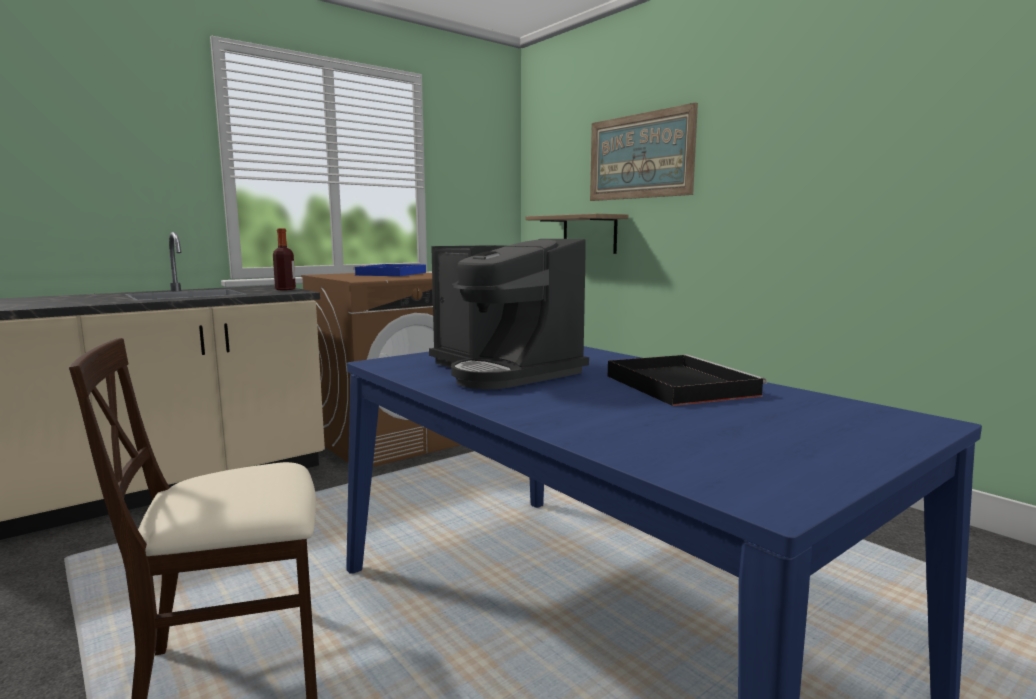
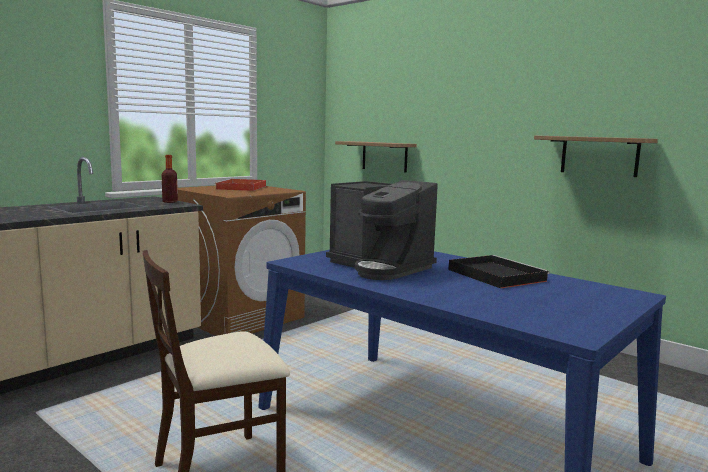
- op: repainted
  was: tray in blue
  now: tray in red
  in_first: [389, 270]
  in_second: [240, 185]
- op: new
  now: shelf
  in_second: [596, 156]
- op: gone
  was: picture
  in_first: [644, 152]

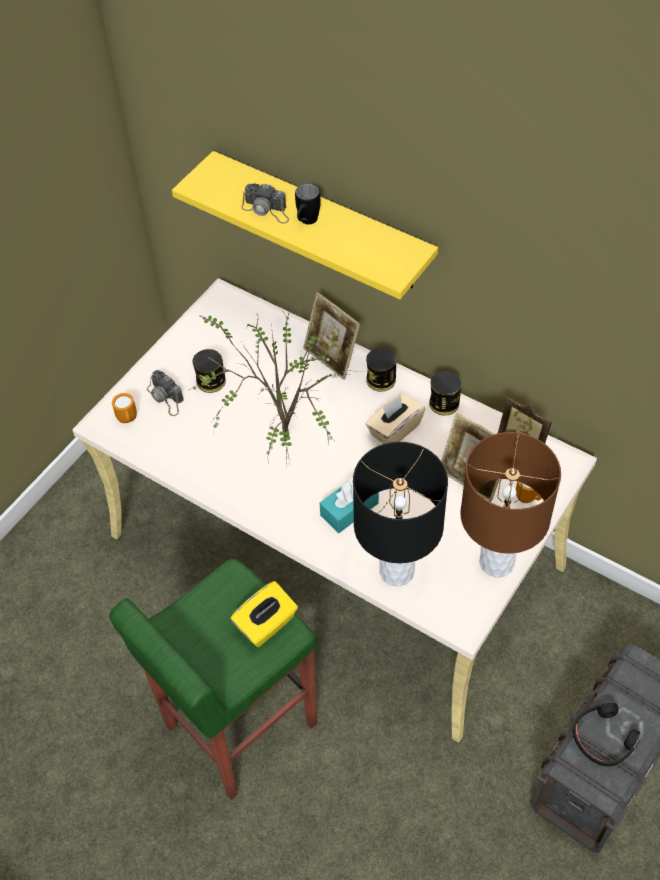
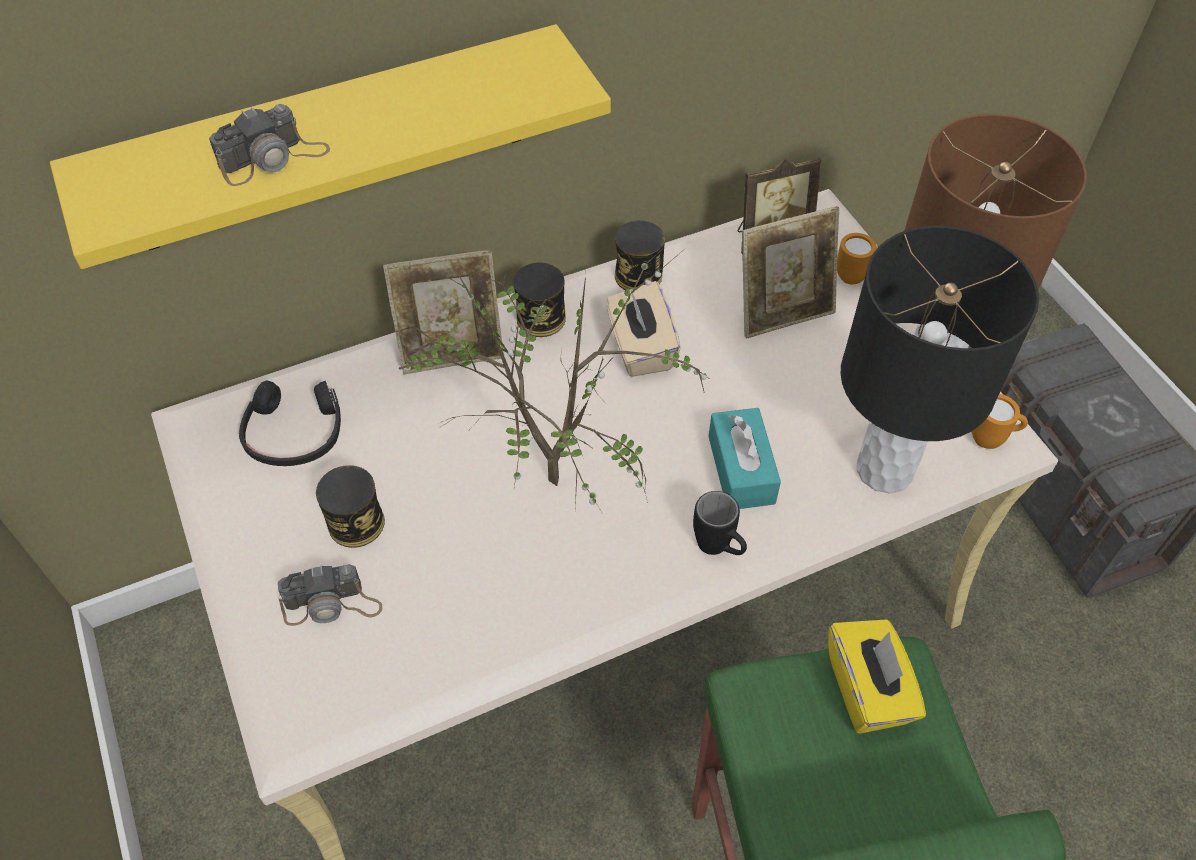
- op: shifted
  was: headphones in black
  in_first: [607, 734]
  in_second: [290, 423]
- op: shifted
  was: mug in black
  in_first: [308, 204]
  in_second: [720, 523]
- op: shifted
  was: mug in orange
  in_first: [124, 408]
  in_second: [1000, 421]

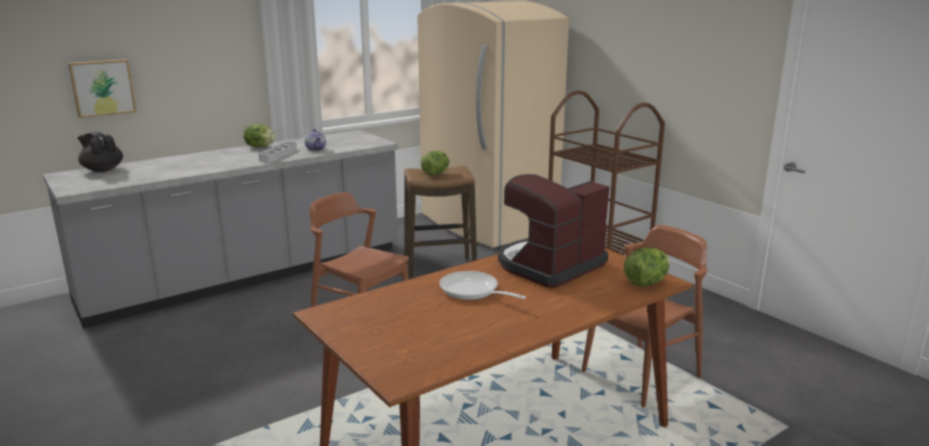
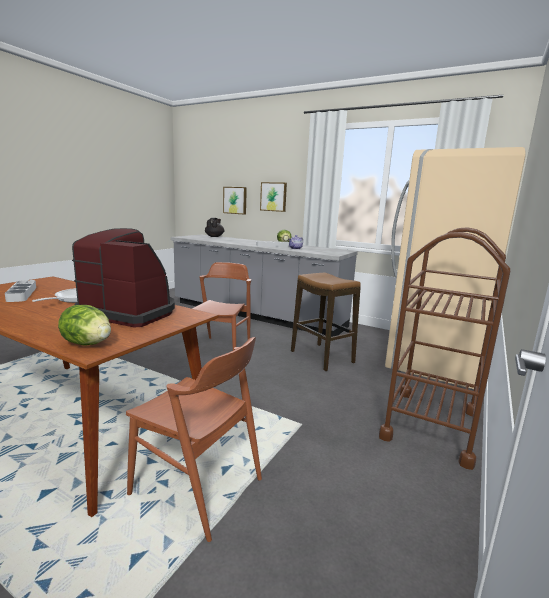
- op: new
  now: tray in grey
  in_second: [20, 291]
- op: new
  now: picture
  in_second: [273, 197]
- op: gone
  was: lettuce
  in_first: [434, 163]

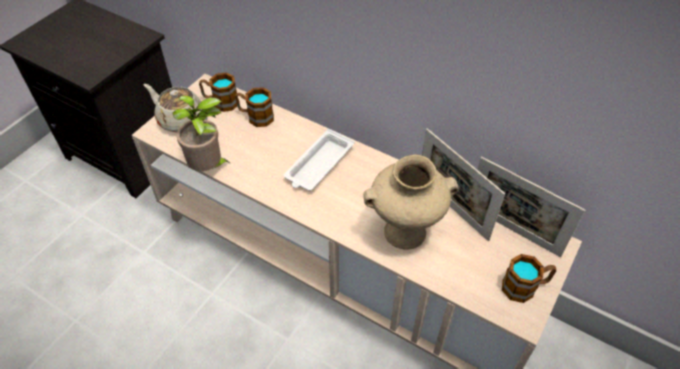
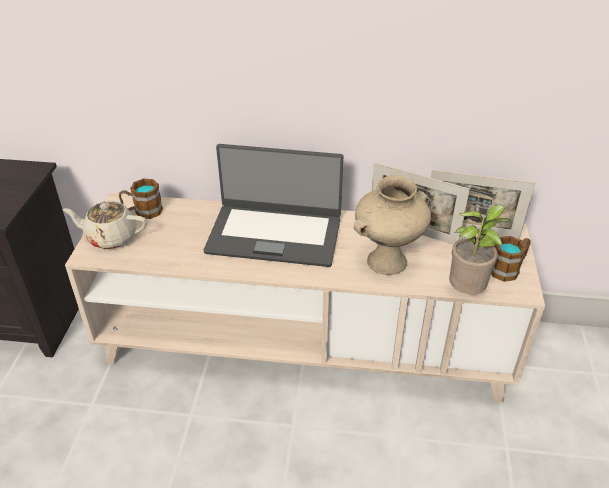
- op: swapped
  was: tray in white
  now: laptop
  in_first: [319, 160]
  in_second: [273, 205]
- op: shifted
  was: potted plant
  in_first: [202, 133]
  in_second: [480, 249]
- op: gone
  was: mug
  in_first: [254, 107]

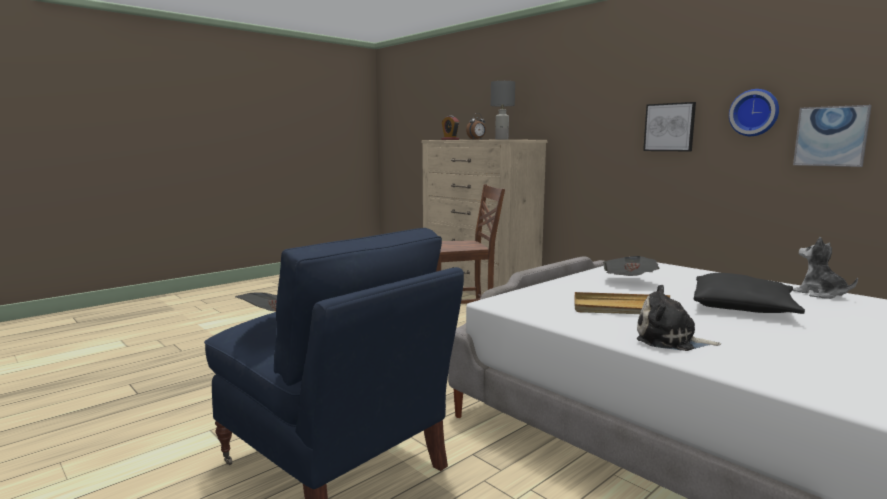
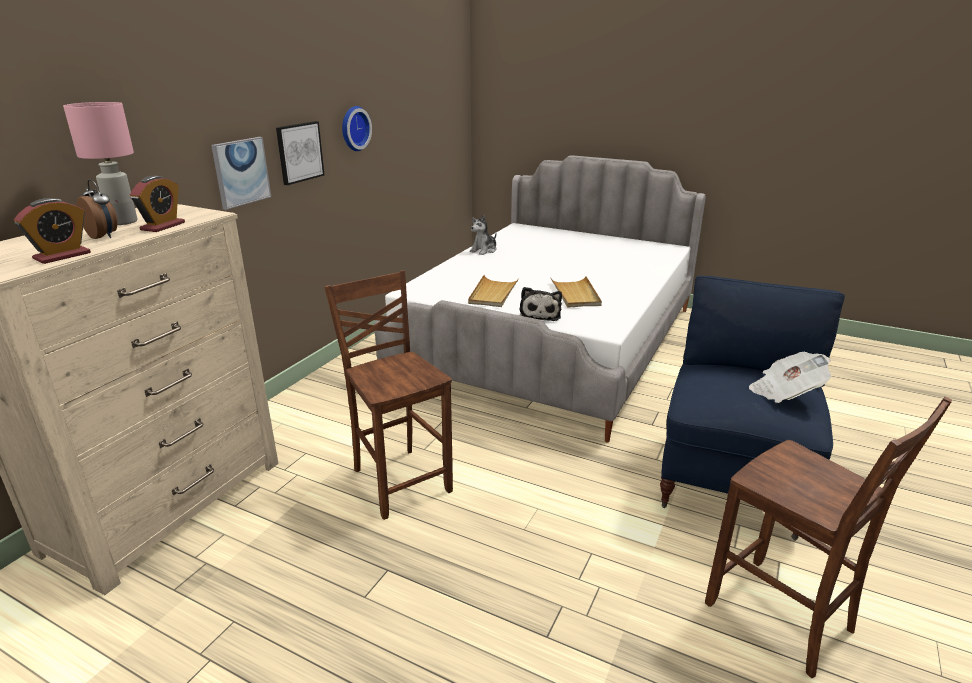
- op: repainted
  was: table lamp in grey
  now: table lamp in pink
  in_first: [503, 110]
  in_second: [100, 163]
- op: new
  now: alarm clock
  in_second: [157, 204]
- op: shifted
  was: picture
  in_first: [832, 136]
  in_second: [241, 173]
- op: swapped
  was: newspaper
  now: tray in beige
  in_first: [631, 266]
  in_second: [493, 291]
- op: shifted
  was: plush toy
  in_first: [679, 318]
  in_second: [541, 304]
- op: new
  now: chair in brown
  in_second: [828, 537]
- op: gone
  was: pillow in black
  in_first: [749, 293]

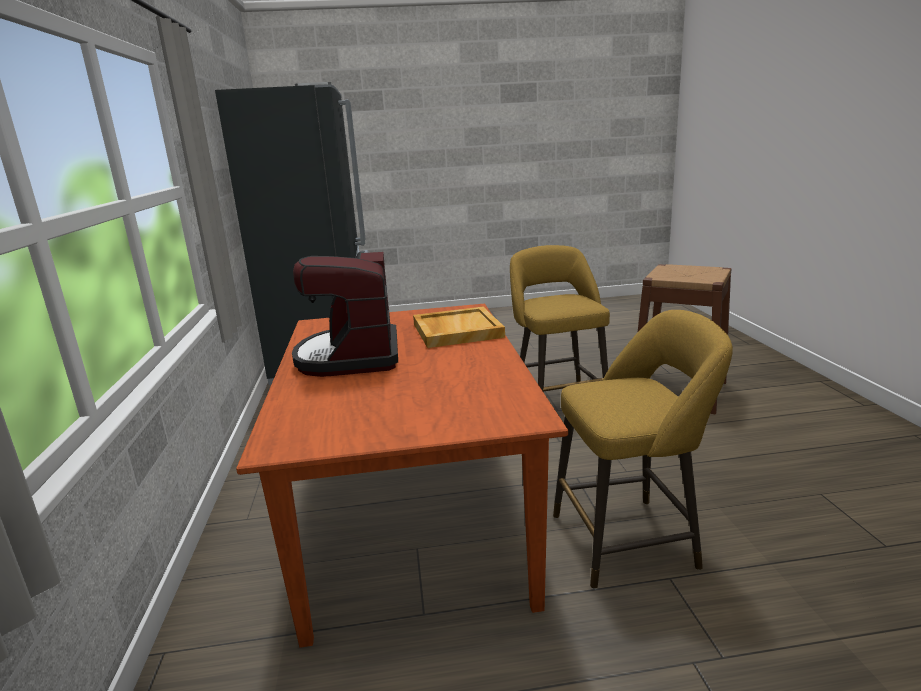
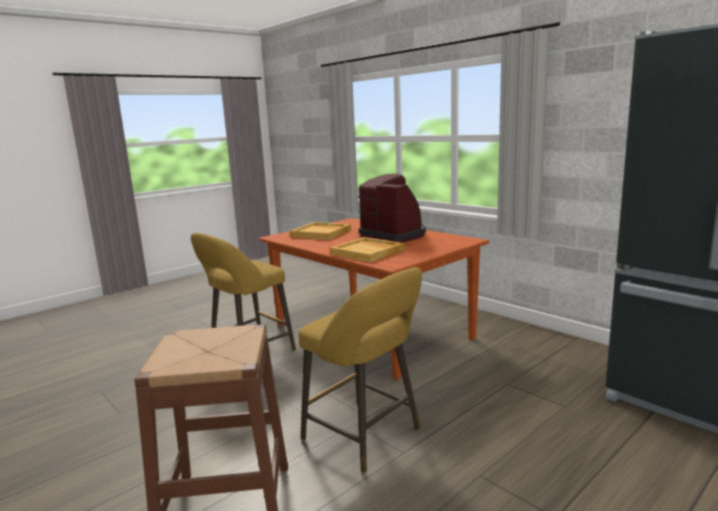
- op: new
  now: tray in beige
  in_second: [320, 231]

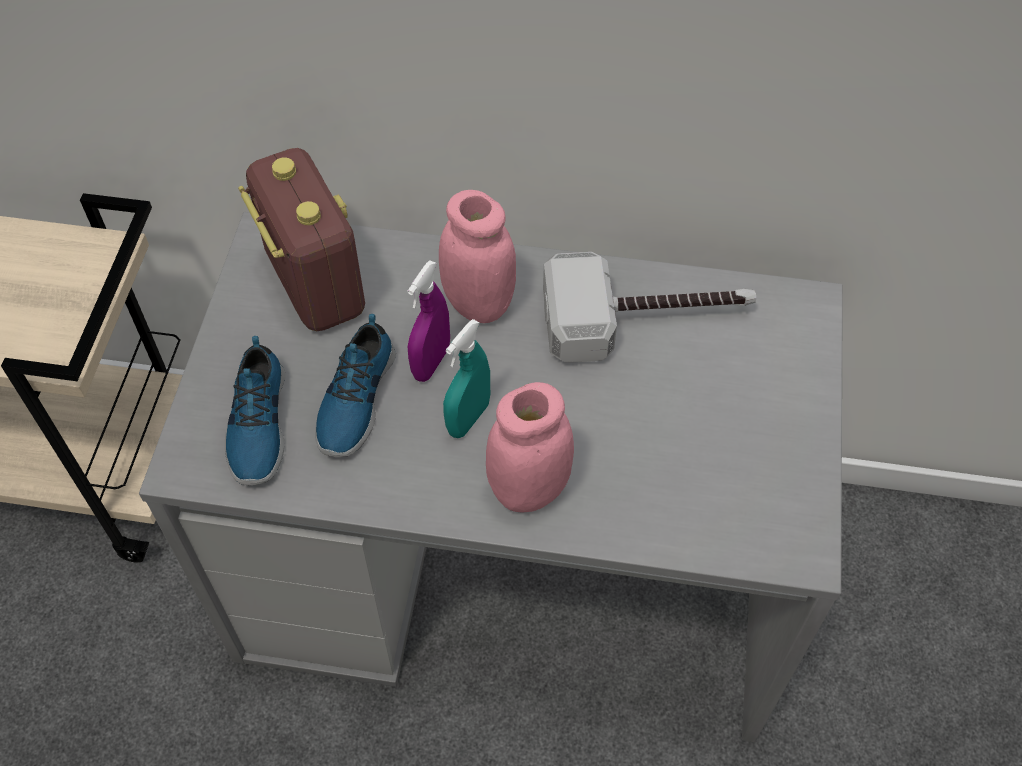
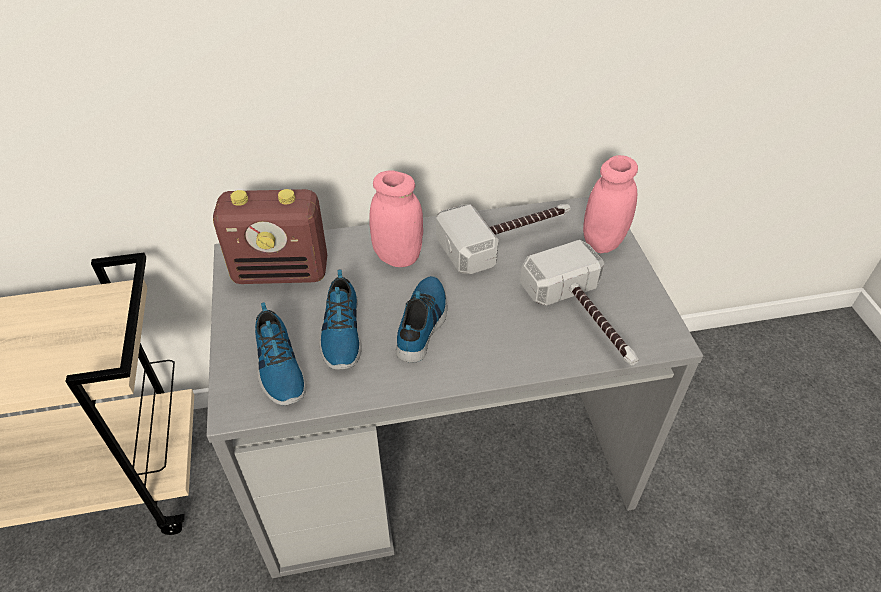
- op: rotated
  was: radio
  in_first: [301, 239]
  in_second: [270, 236]
  clockwise: 135
- op: swapped
  was: spray bottle in turquoise
  now: shoe
  in_first: [466, 378]
  in_second: [421, 319]
- op: new
  now: hammer
  in_second: [579, 302]
- op: shifted
  was: jar in pink
  in_first: [530, 447]
  in_second: [610, 204]
- op: gone
  was: spray bottle in purple
  in_first: [428, 321]

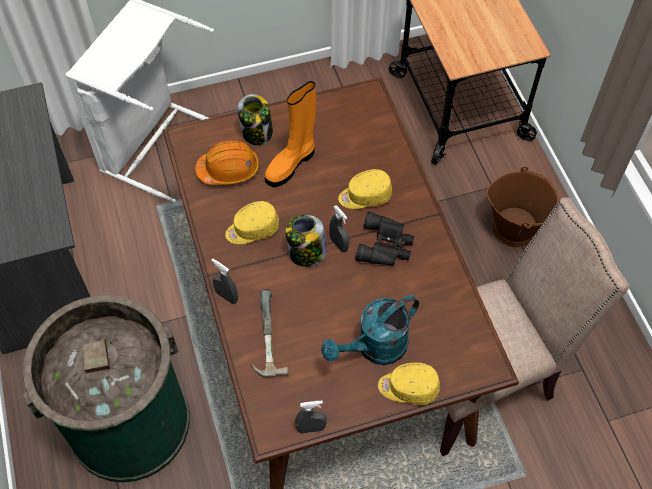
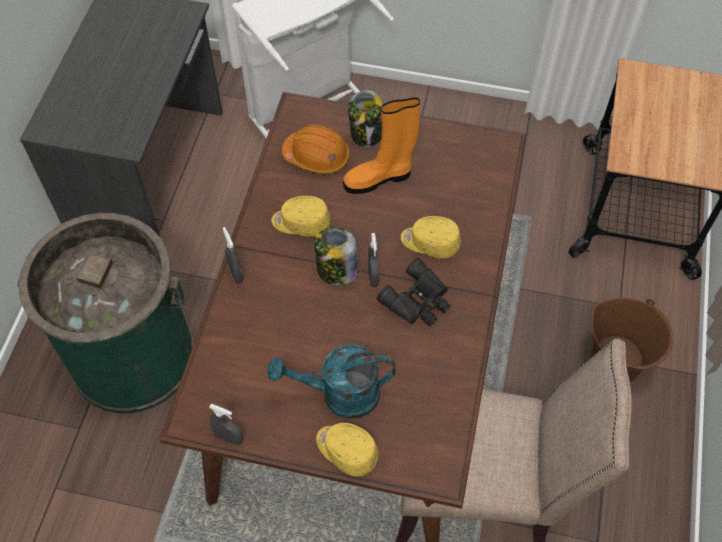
- op: gone
  was: hammer
  in_first: [270, 333]

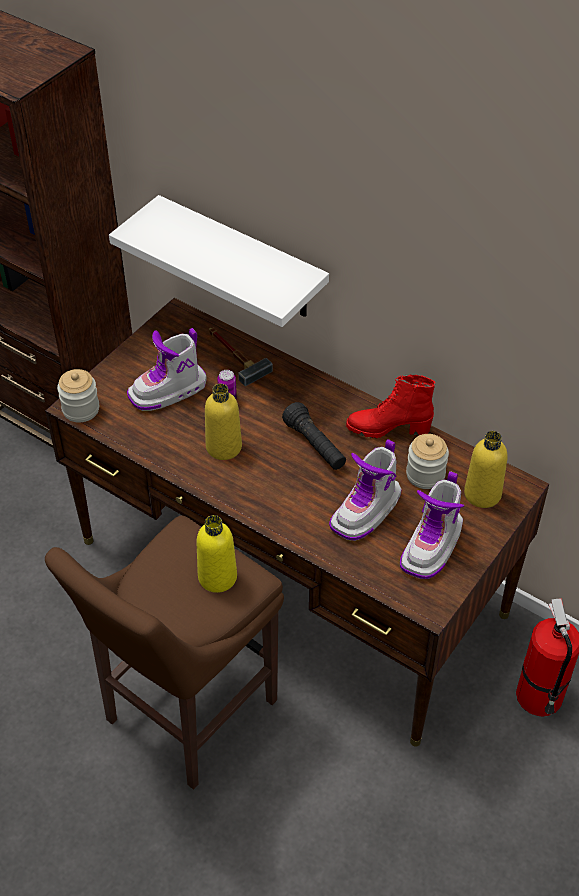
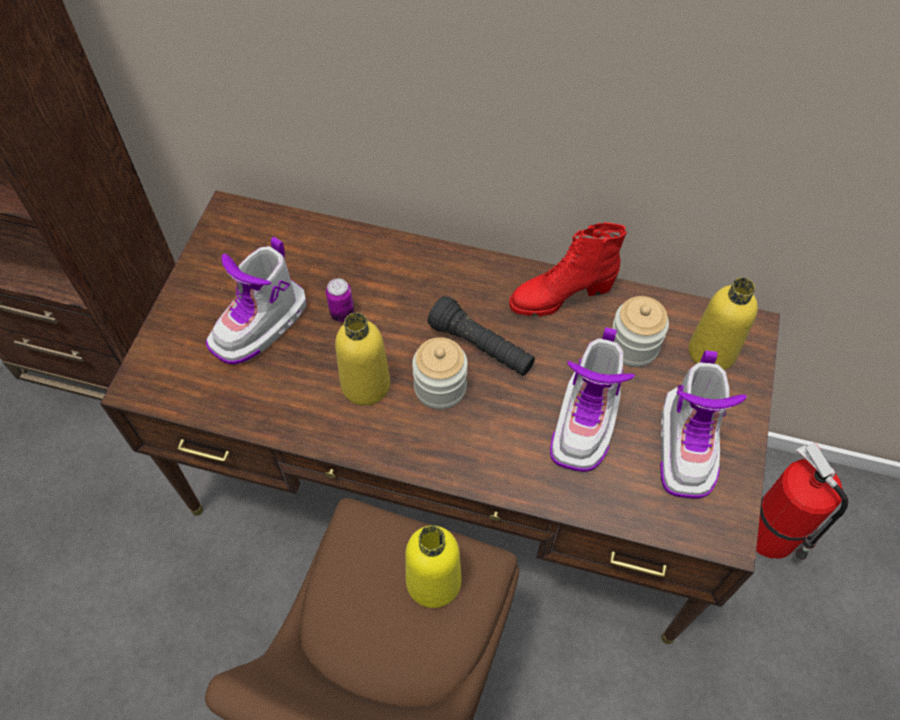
- op: shifted
  was: jar
  in_first: [78, 395]
  in_second: [440, 373]
- op: gone
  was: shelf in white
  in_first: [219, 261]
- op: gone
  was: hammer
  in_first: [241, 357]

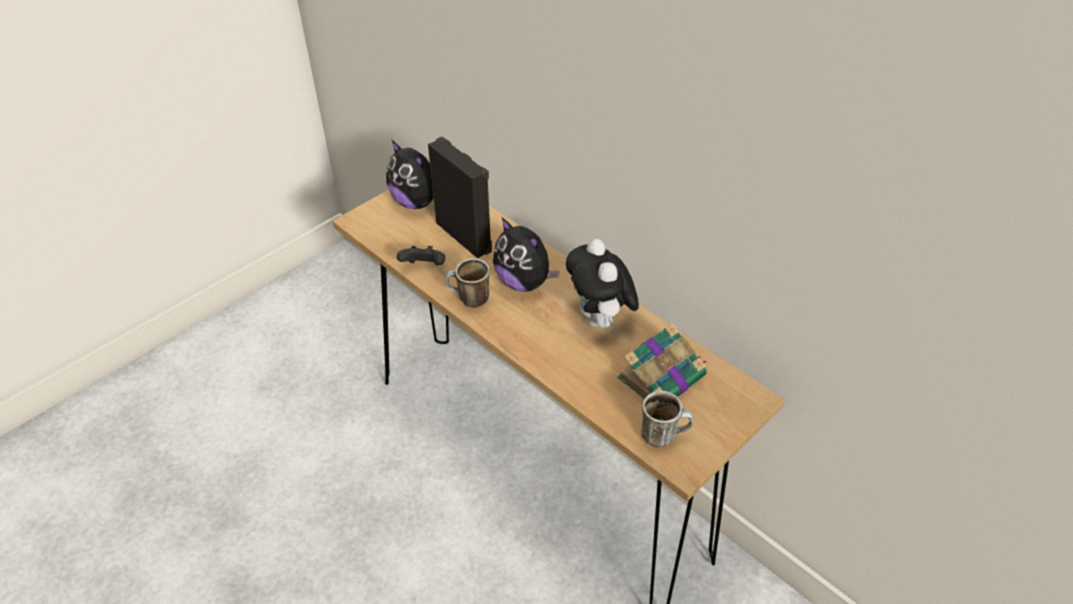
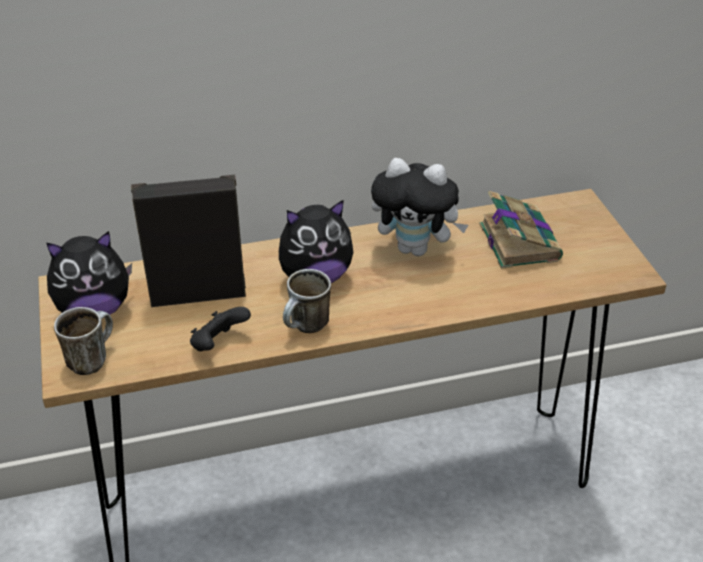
- op: shifted
  was: mug
  in_first: [668, 419]
  in_second: [83, 341]

